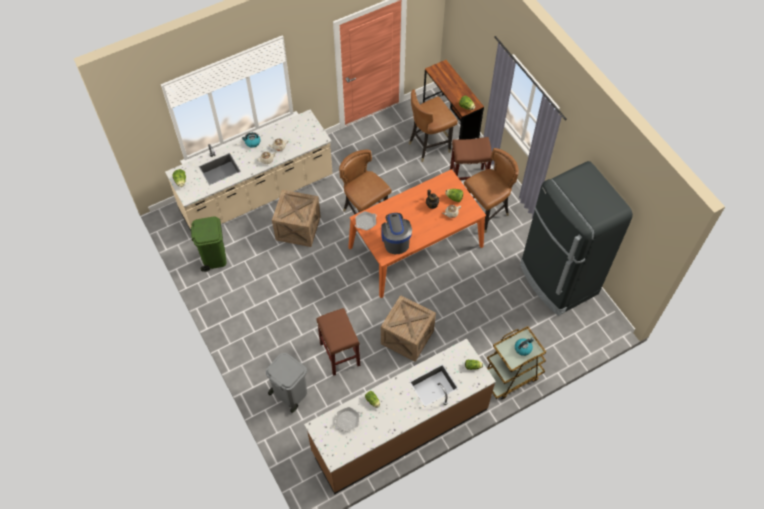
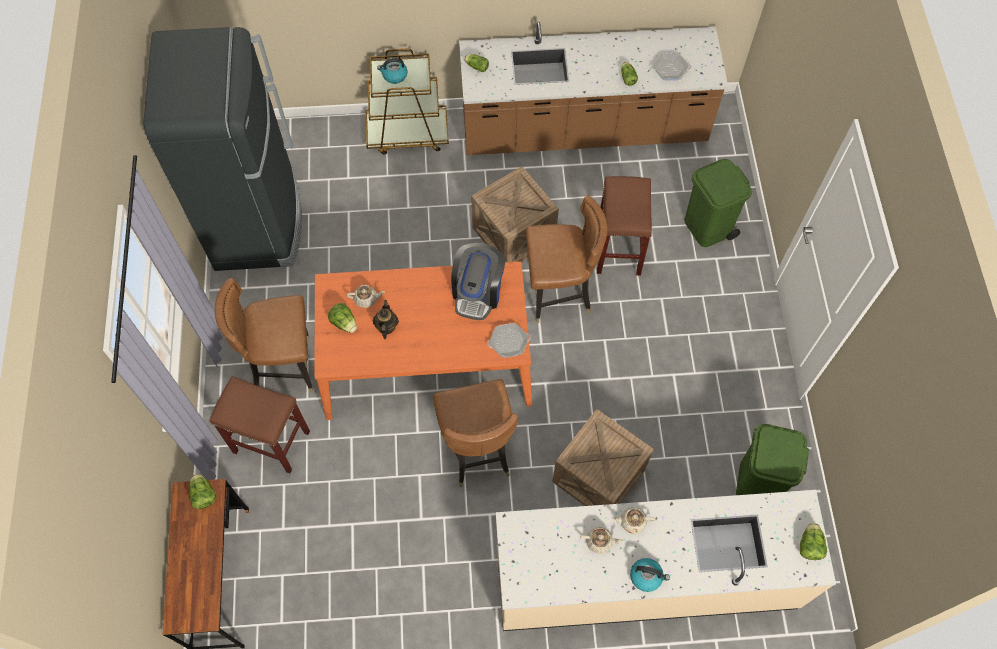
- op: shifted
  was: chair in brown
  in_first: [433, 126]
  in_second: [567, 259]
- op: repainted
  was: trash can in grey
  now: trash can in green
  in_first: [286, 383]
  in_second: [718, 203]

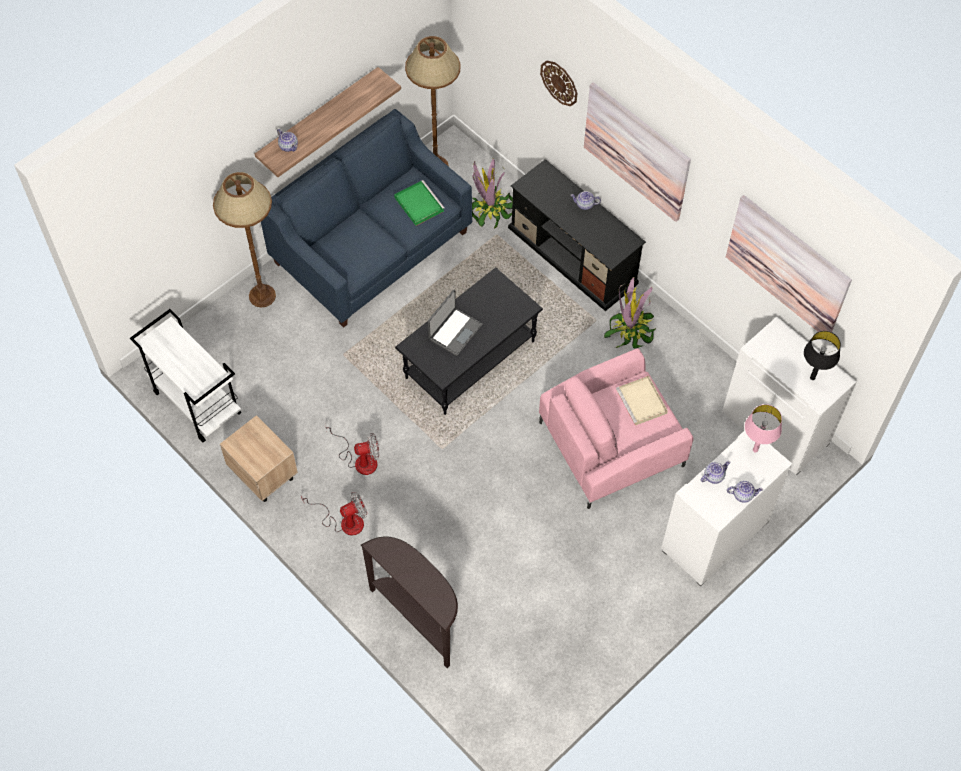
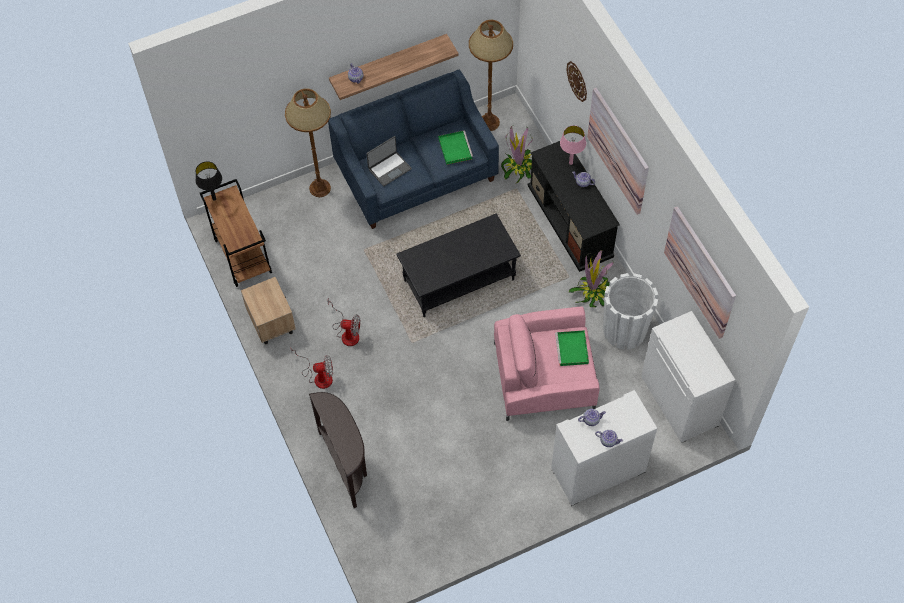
- op: shifted
  was: table lamp in black
  in_first: [822, 355]
  in_second: [209, 181]
- op: repainted
  was: cart in white
  now: cart in brown
  in_first: [185, 375]
  in_second: [236, 233]
- op: shifted
  was: laptop
  in_first: [455, 323]
  in_second: [389, 161]
- op: repainted
  was: tray in beige
  now: tray in green
  in_first: [642, 401]
  in_second: [572, 348]
- op: shifted
  was: table lamp in pink
  in_first: [763, 428]
  in_second: [573, 145]
- op: new
  now: planter in white
  in_second: [630, 311]

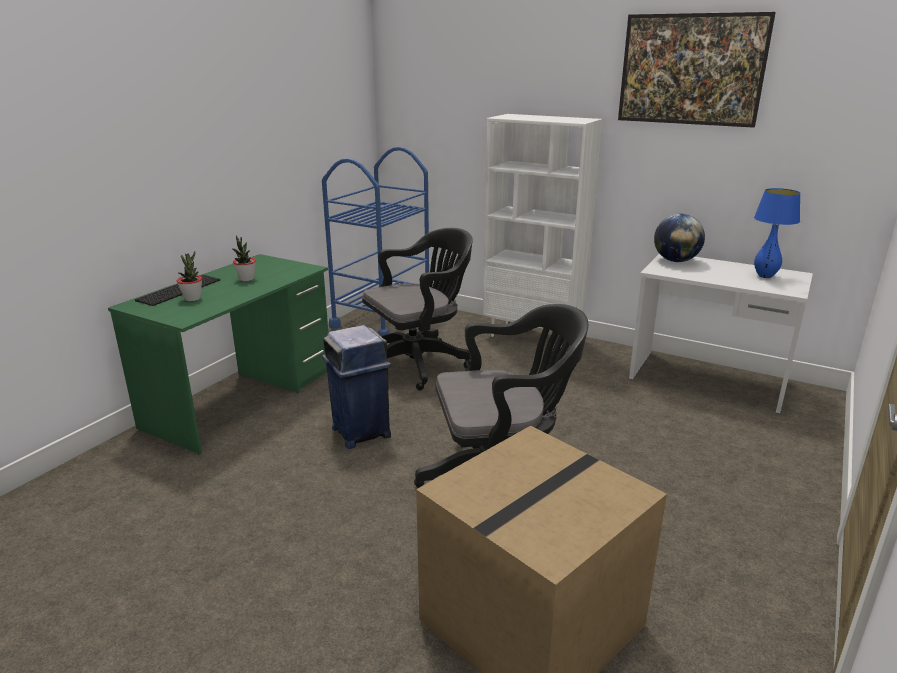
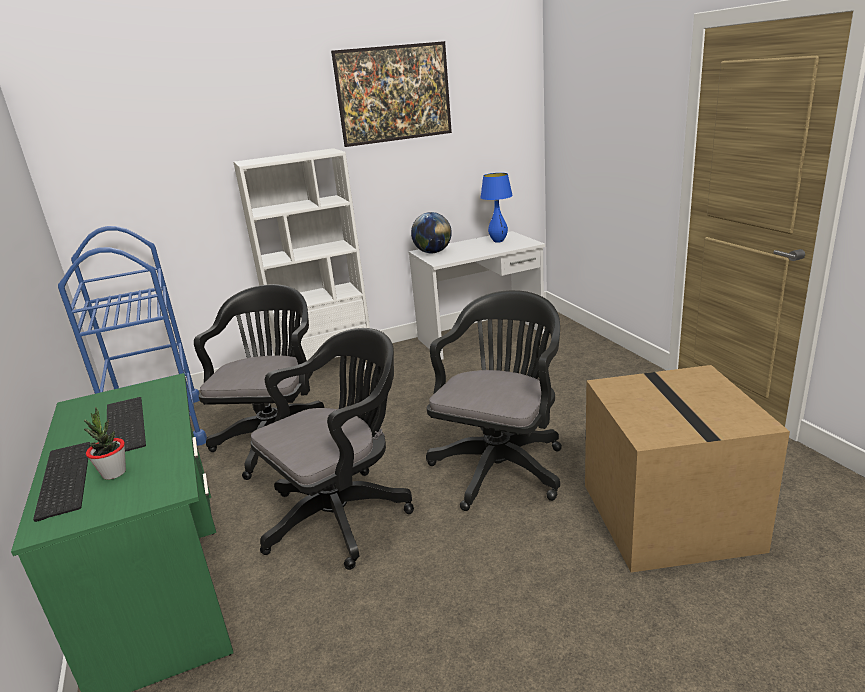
- op: swapped
  was: potted plant
  now: keyboard
  in_first: [244, 258]
  in_second: [126, 424]
- op: swapped
  was: trash can in blue
  now: office chair in black
  in_first: [356, 387]
  in_second: [332, 449]

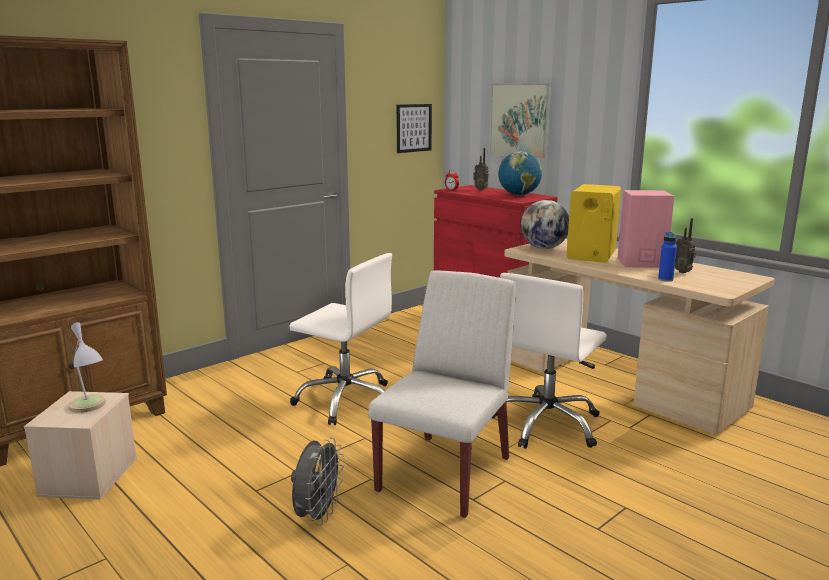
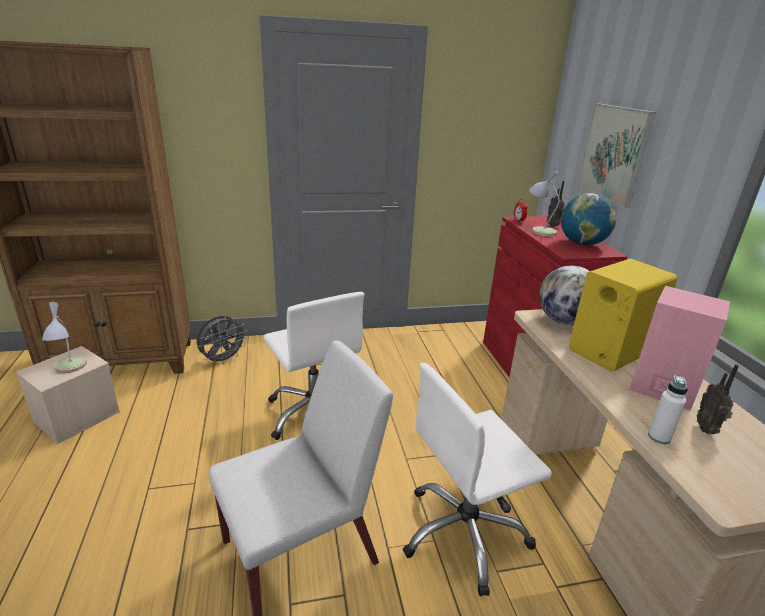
- op: shifted
  was: fan in grey
  in_first: [317, 481]
  in_second: [222, 340]
- op: new
  now: table lamp
  in_second: [544, 201]
- op: repainted
  was: bottle in blue
  now: bottle in white
  in_first: [667, 257]
  in_second: [668, 409]
- op: gone
  was: picture
  in_first: [414, 128]

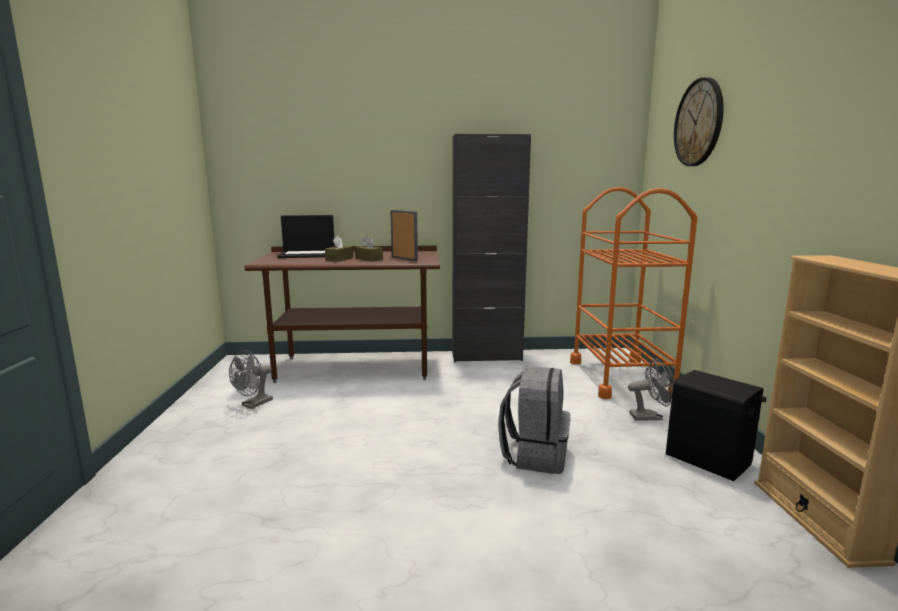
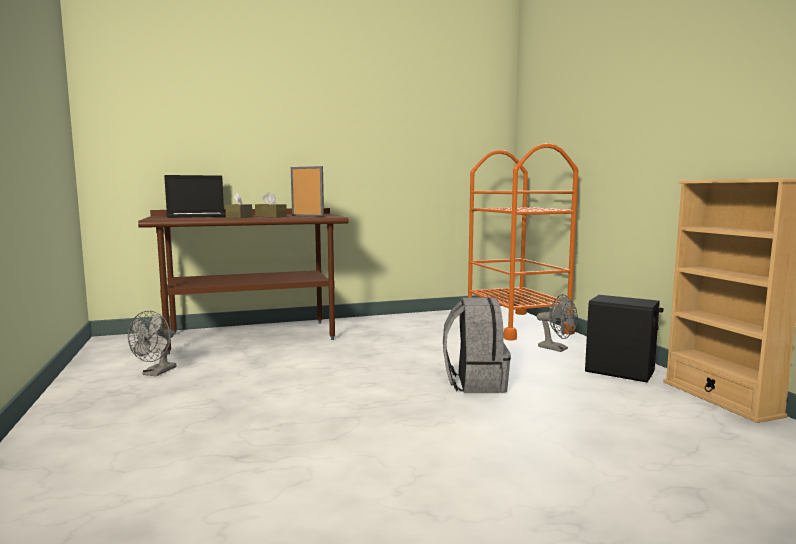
- op: rotated
  was: fan in grey
  in_first: [651, 389]
  in_second: [557, 323]
  clockwise: 60
- op: gone
  was: cabinet in black
  in_first: [491, 248]
- op: gone
  was: wall clock
  in_first: [699, 121]

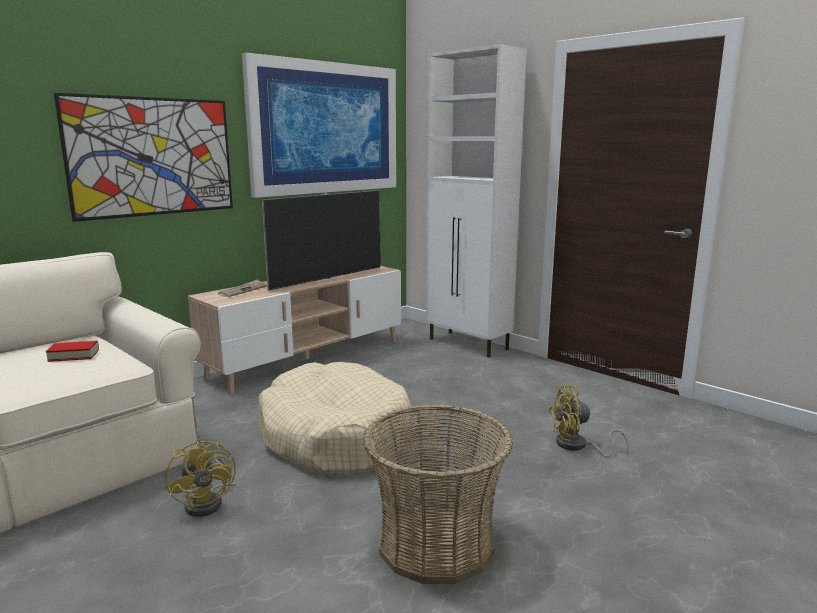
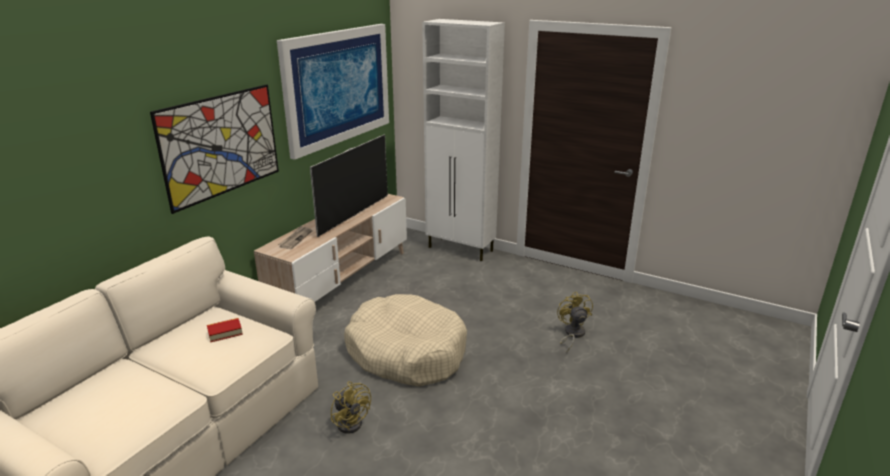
- op: rotated
  was: fan in yellow
  in_first: [588, 421]
  in_second: [575, 322]
  clockwise: 105
- op: gone
  was: basket
  in_first: [438, 494]

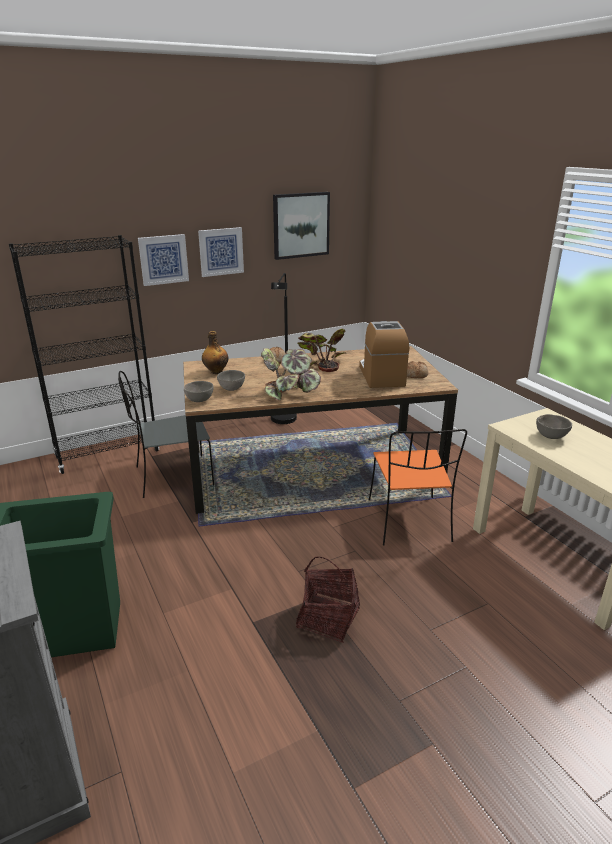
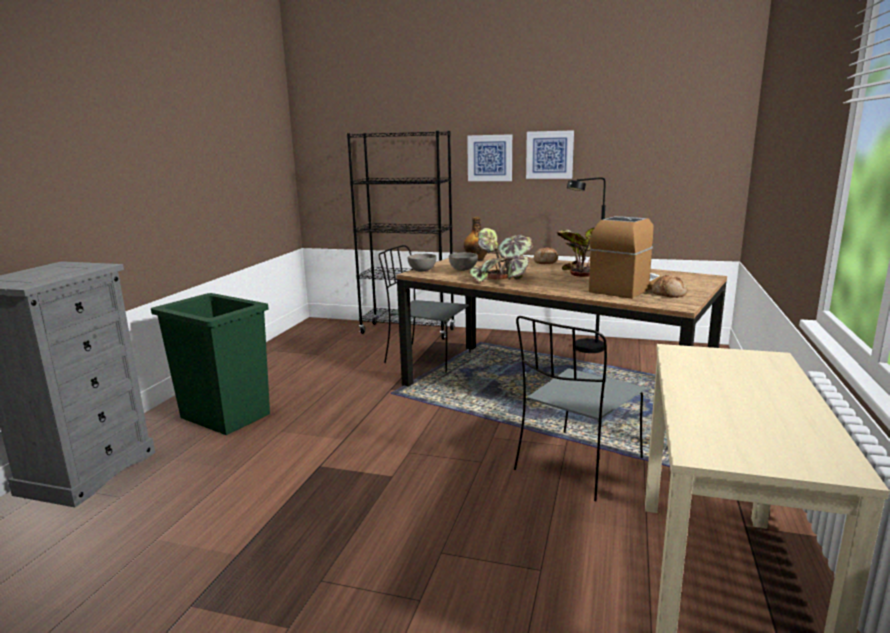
- op: repainted
  was: chair in orange
  now: chair in grey
  in_first: [418, 487]
  in_second: [580, 408]
- op: gone
  was: picture
  in_first: [301, 226]
- op: gone
  was: basket
  in_first: [328, 600]
- op: gone
  was: bowl in grey
  in_first: [554, 426]

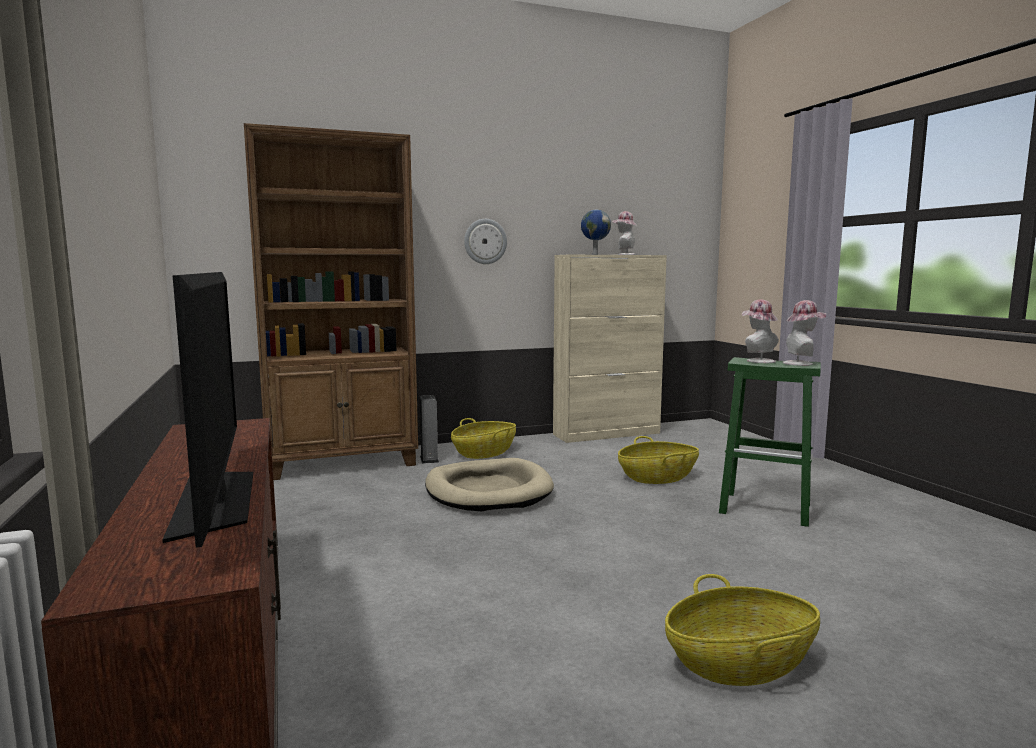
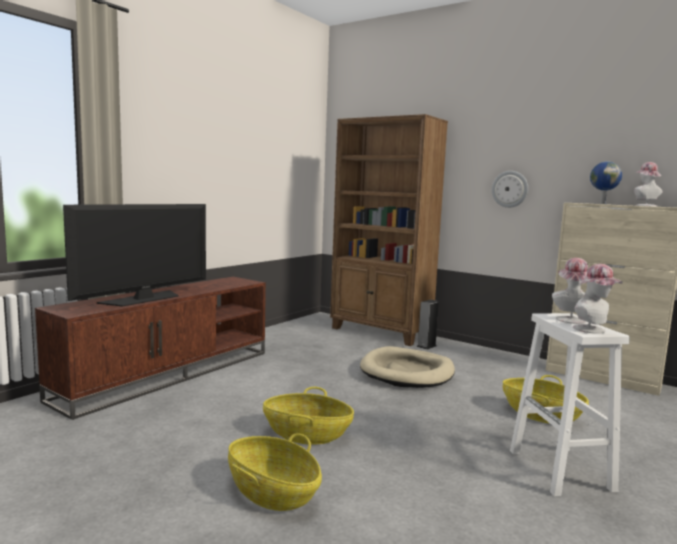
- op: shifted
  was: basket
  in_first: [483, 438]
  in_second: [308, 416]
- op: repainted
  was: stool in green
  now: stool in white
  in_first: [770, 442]
  in_second: [570, 405]

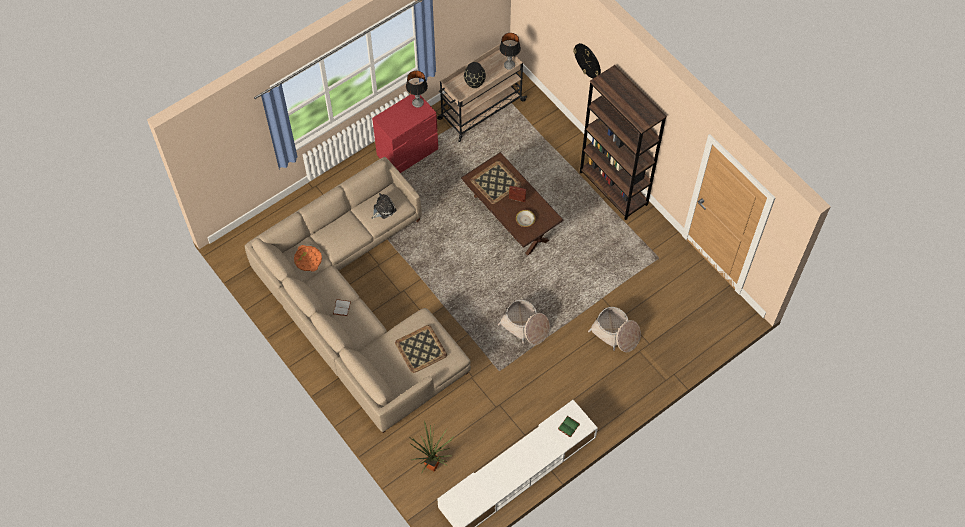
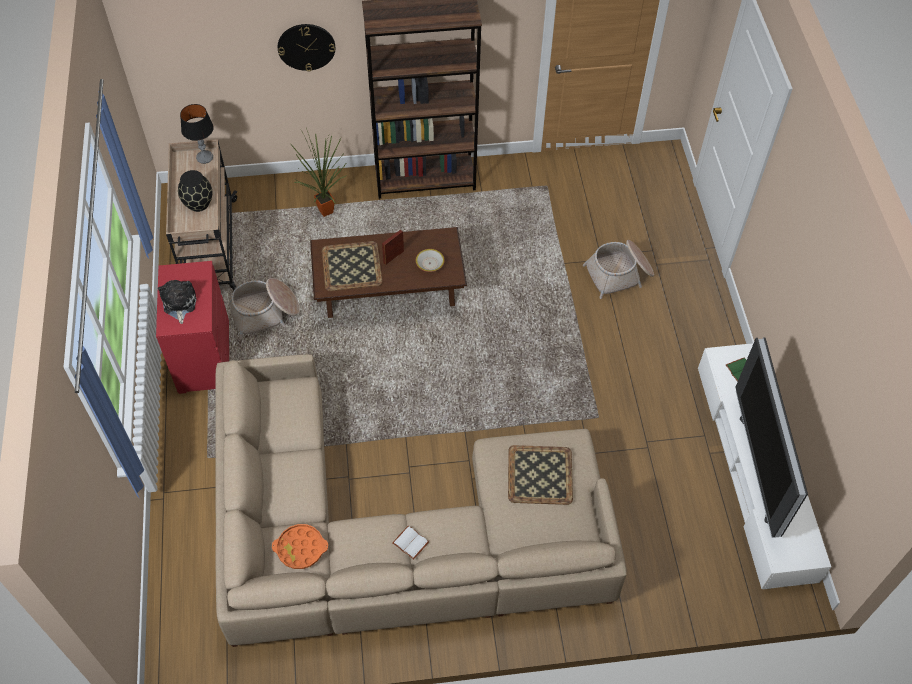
- op: shifted
  was: plush toy
  in_first: [384, 206]
  in_second: [177, 302]
- op: shifted
  was: basket
  in_first: [524, 322]
  in_second: [264, 308]
- op: shifted
  was: potted plant
  in_first: [431, 446]
  in_second: [319, 172]
- op: new
  now: television
  in_second: [772, 437]
- op: gone
  was: table lamp
  in_first: [417, 89]

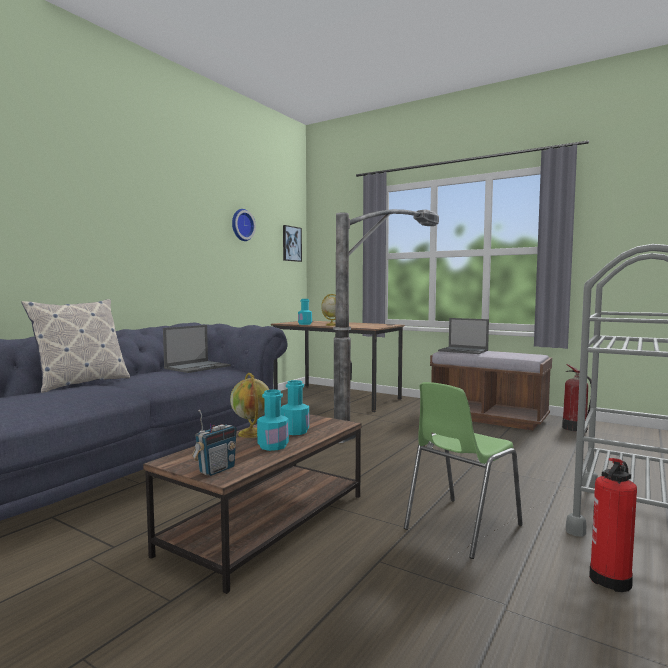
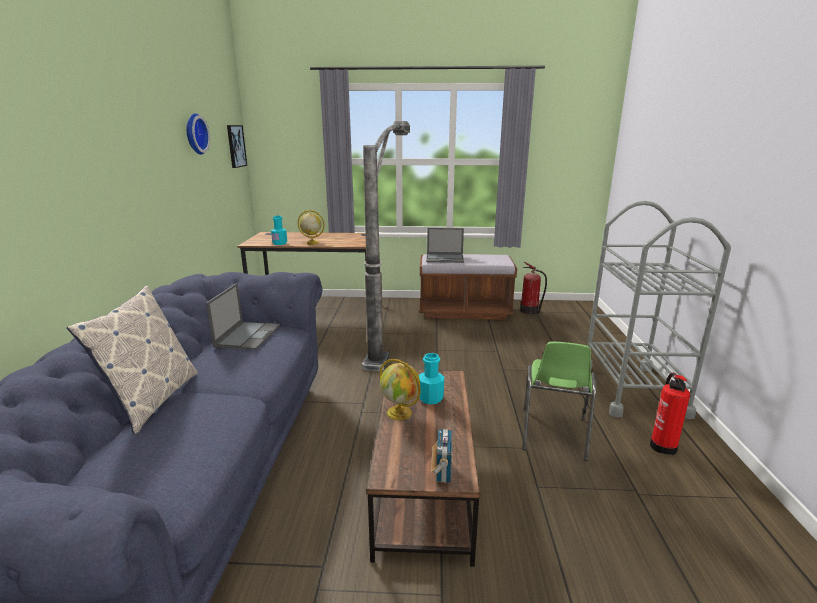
- op: gone
  was: bottle in turquoise
  in_first: [273, 420]

